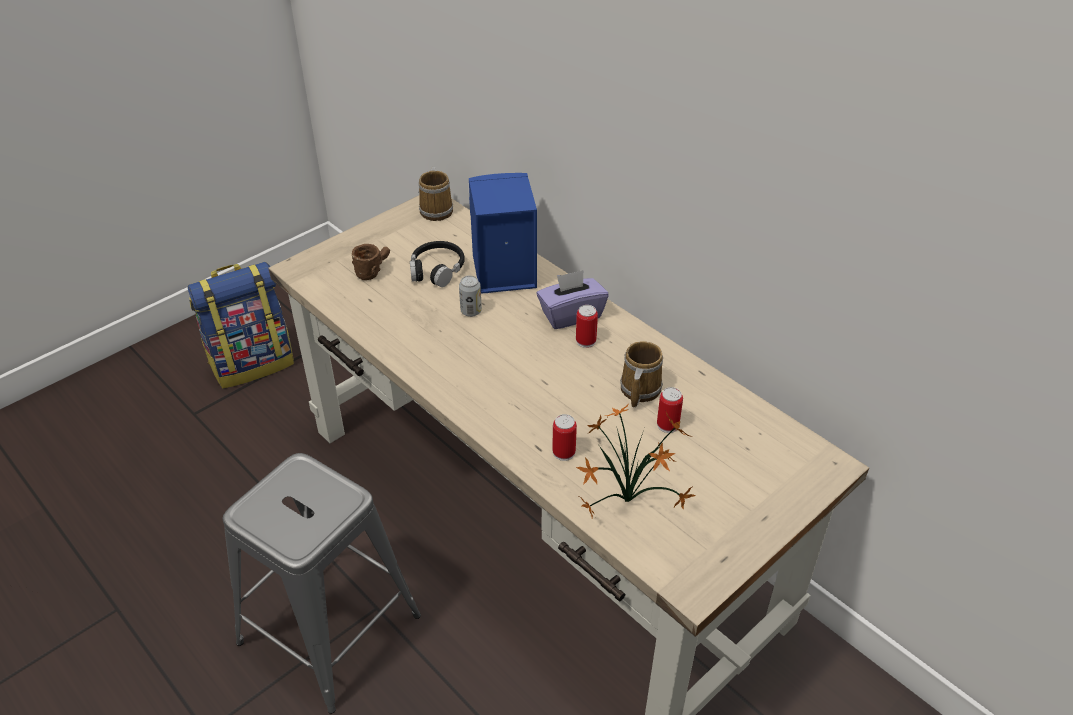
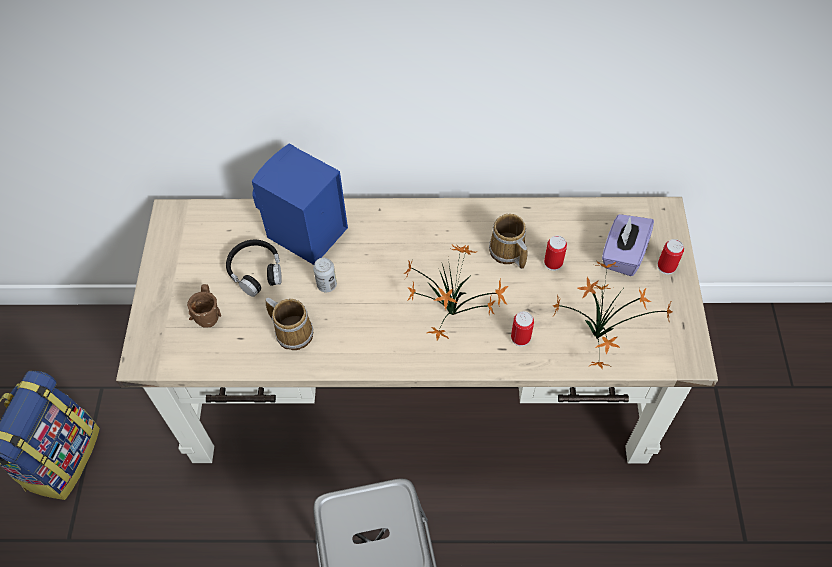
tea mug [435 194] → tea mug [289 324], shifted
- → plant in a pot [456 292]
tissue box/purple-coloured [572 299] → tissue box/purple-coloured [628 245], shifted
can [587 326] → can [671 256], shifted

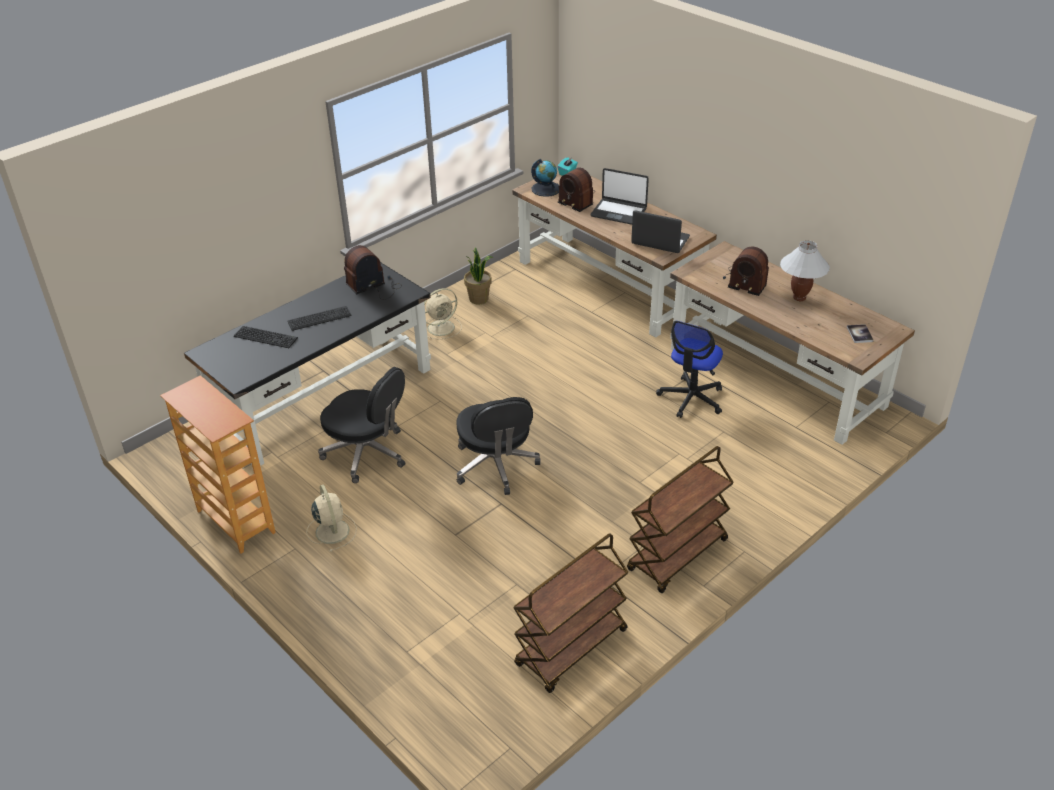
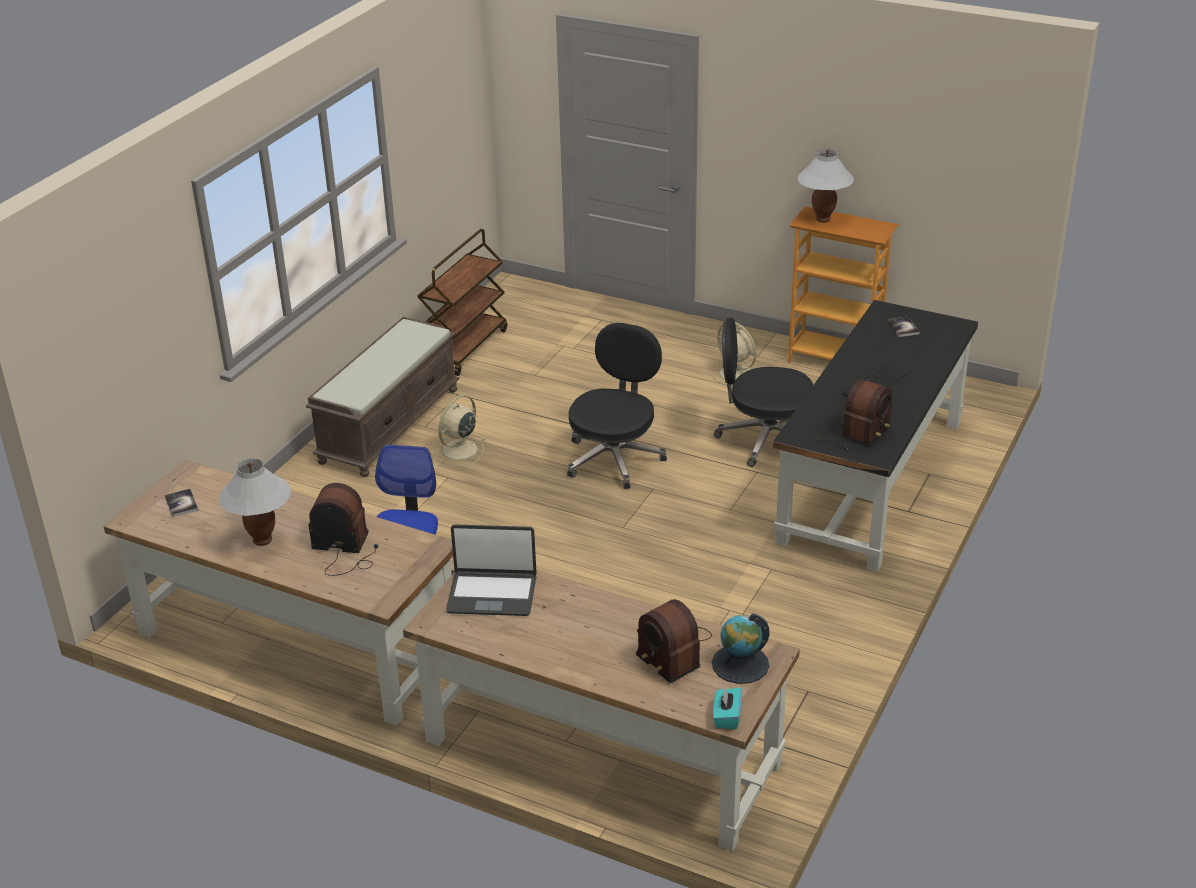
trolley/brownish [680 519] → indoor bench/brownish [383 397]
electric fan/beige [443 314] → electric fan/beige [459 430], shifted
computer chair/blackish [499 446] → computer chair/blackish [617 406], 60 degrees clockwise
radio [576 189] → radio [674 641], 150 degrees counterclockwise
- → tabletop lamp/whitish [825 186]
- → bound book [903 327]
PC keyboard [266 337] → -
plant in a pot [478 275] → -
laptop [619 196] → -

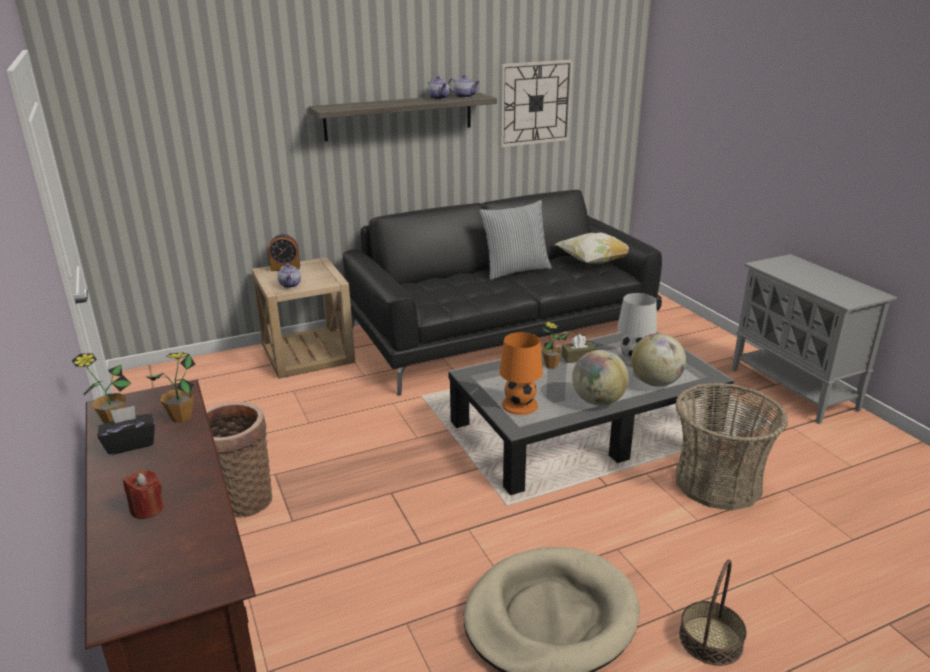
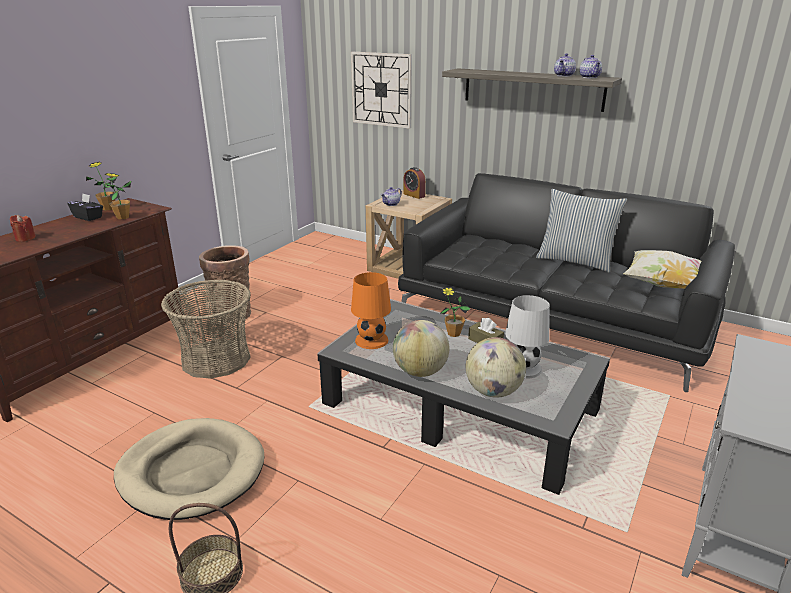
household basket [731 446] → household basket [206 329], shifted
wall clock [536 103] → wall clock [381 90], shifted

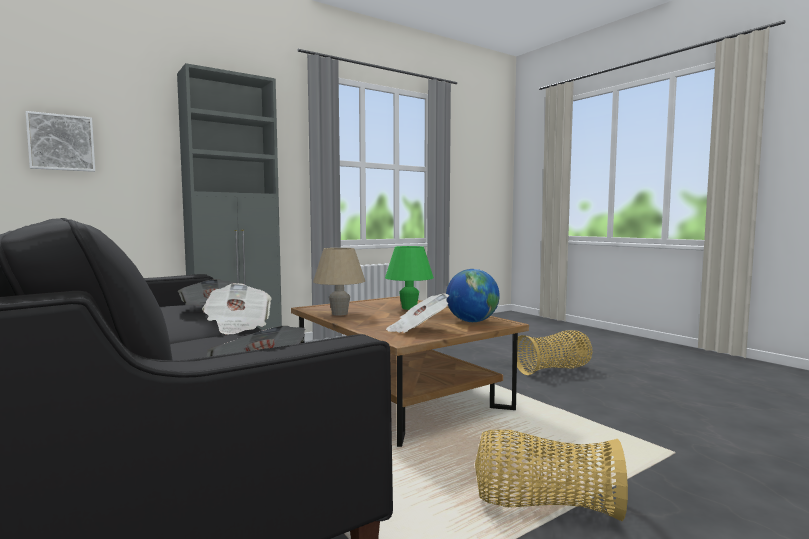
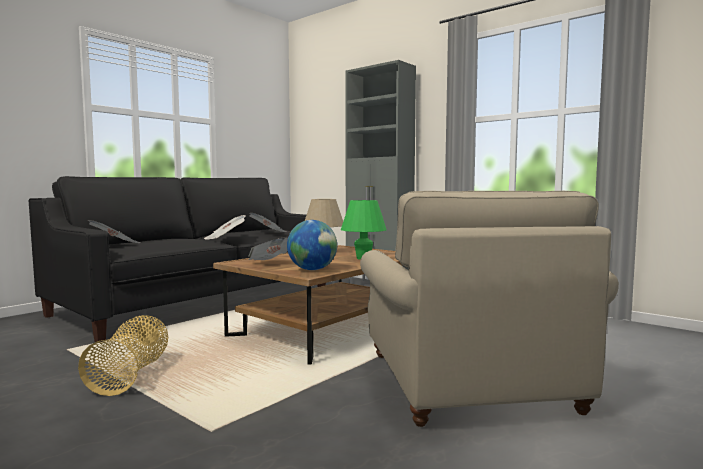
household basket [554 352] → lounge chair/beige [489 309]
wall art [60 141] → -

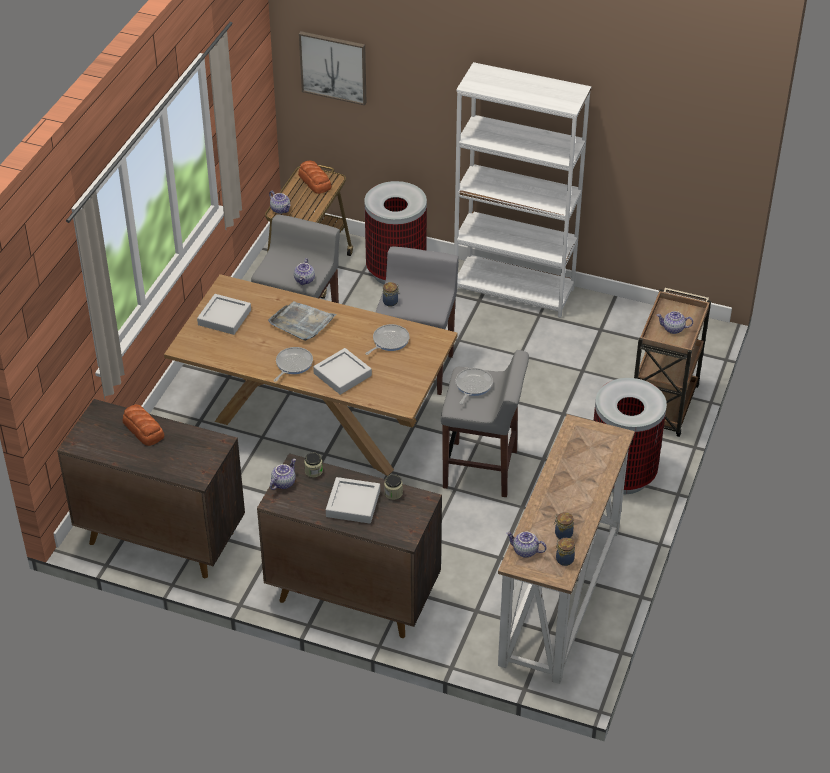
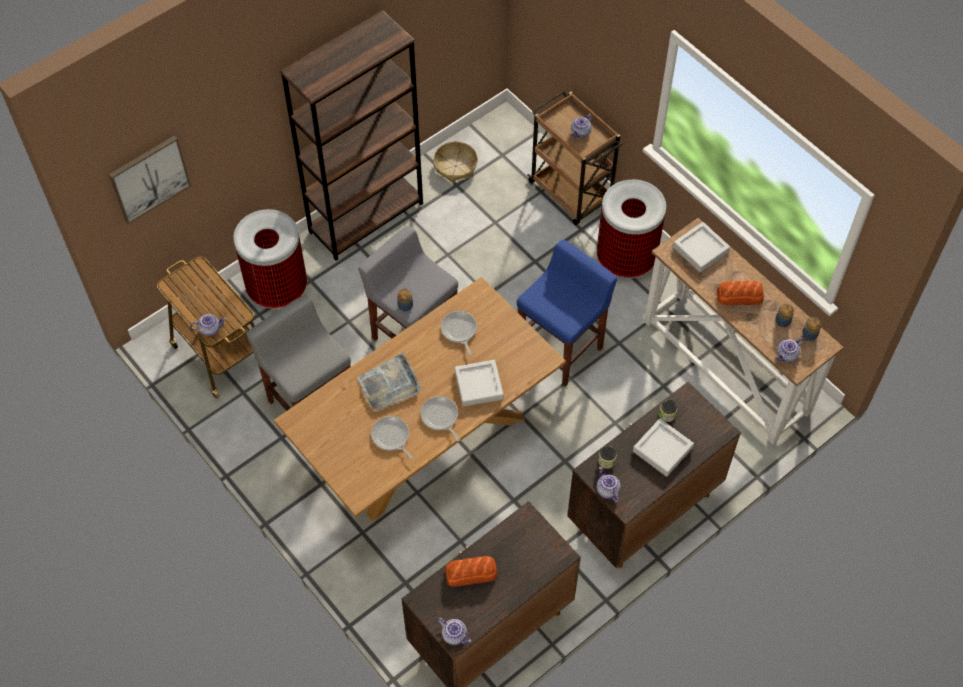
bookcase/whitish [522 190] → bookcase/brownish [351 135]
pan [474 386] → pan [392 438], shifted
- → household basket [455 161]
pot for tea [304 271] → pot for tea [454 631], shifted
sitting stool/gray [485 423] → sitting stool/blue-coloured [567 313]
serving tray/gray [224 314] → serving tray/gray [701 247], shifted
bread [315 177] → bread [740 293], shifted

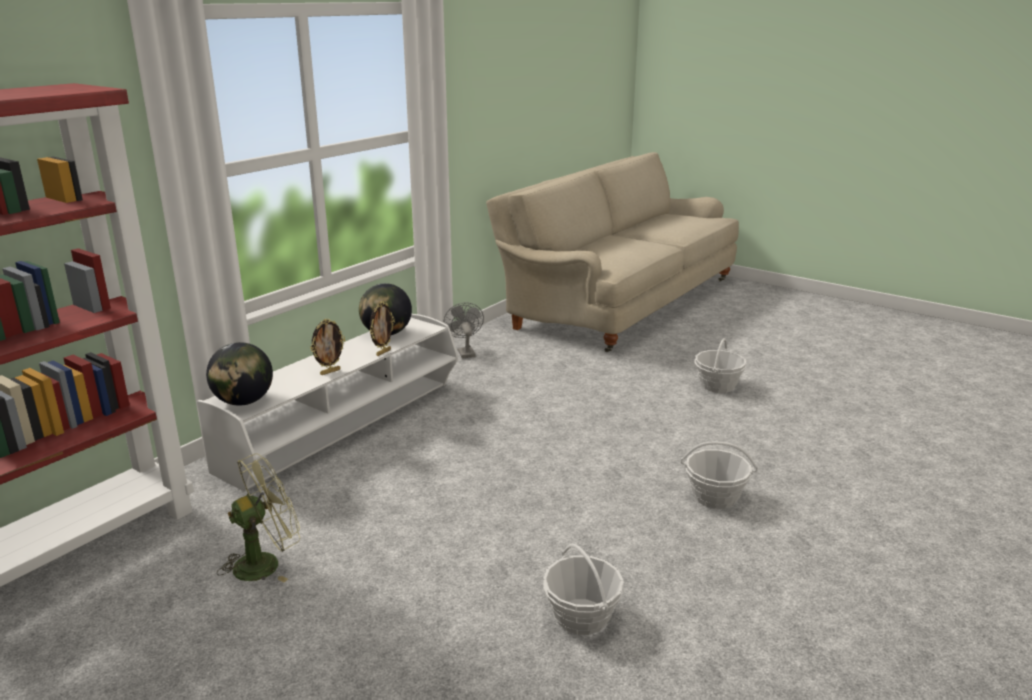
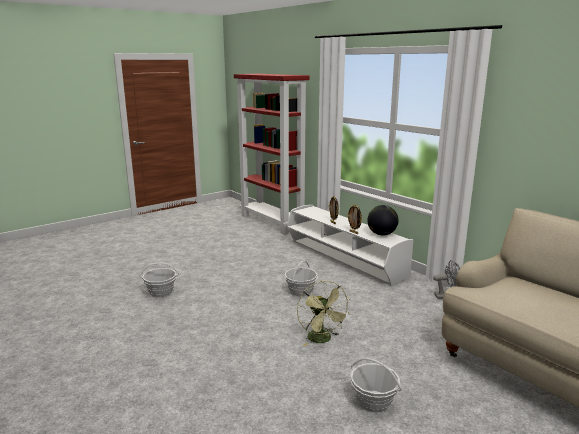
household basket [719 475] → household basket [301 278], shifted
electric fan/green-coloured [258 517] → electric fan/green-coloured [324 313], shifted
globe [239 374] → -

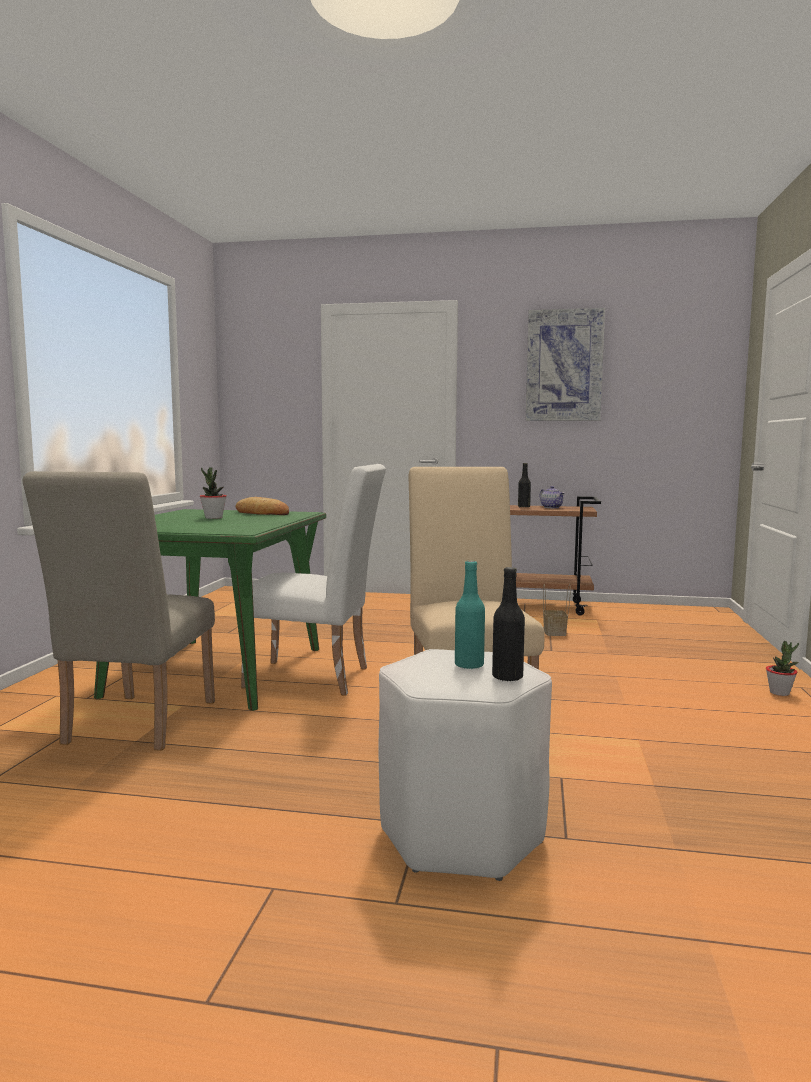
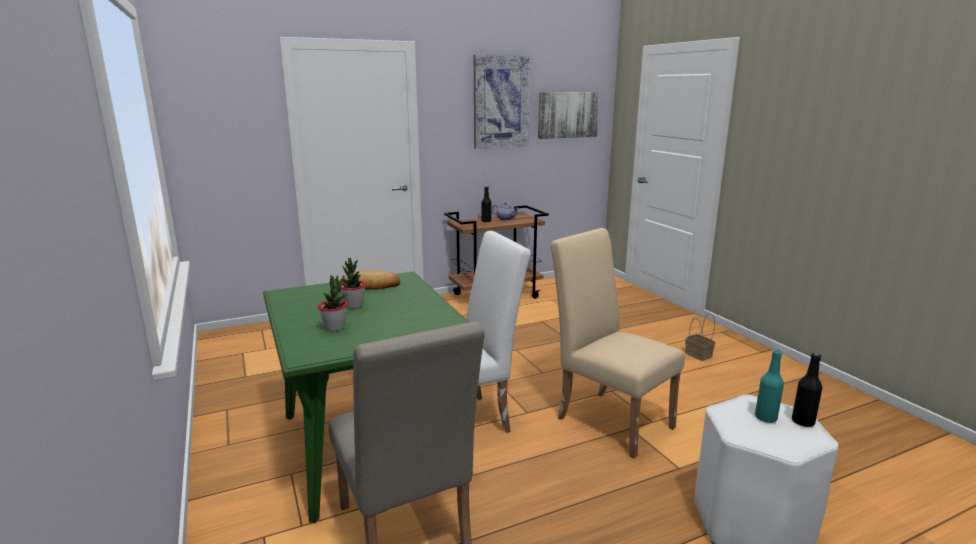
plant in a pot [782 668] → plant in a pot [333 303], shifted
- → wall art [569 115]
household basket [557 610] → household basket [700 337], shifted

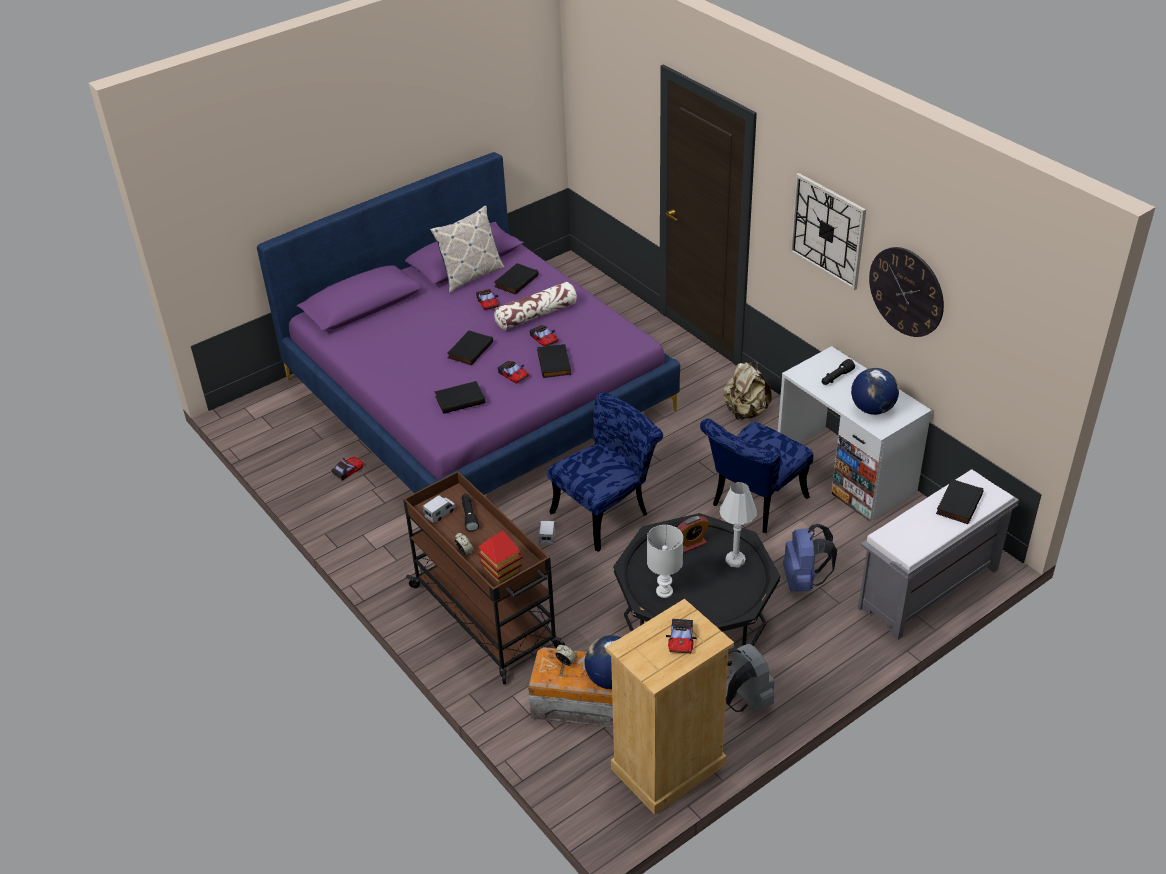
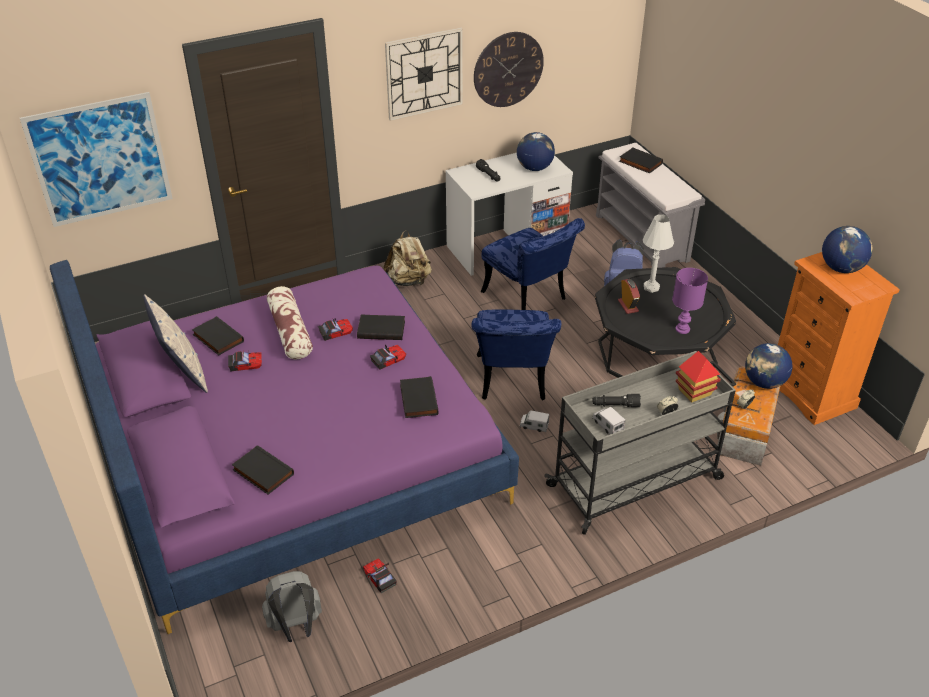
- → wall art [96 159]
bound book/blackish [470 347] → bound book/blackish [263 470], shifted
backpack/gray [750 678] → backpack/gray [292 606], shifted
upright chair/blue-coloured [605 472] → upright chair/blue-coloured [516 354], 150 degrees counterclockwise
trolley/brownish [484 577] → trolley/gray [640 443]
tabletop lamp/whitish [665 561] → tabletop lamp/purple-coloured [690 301]
drawer chest/beige [670 707] → drawer chest/orangey [839 338]
toy car [681 636] → globe [847 249]

